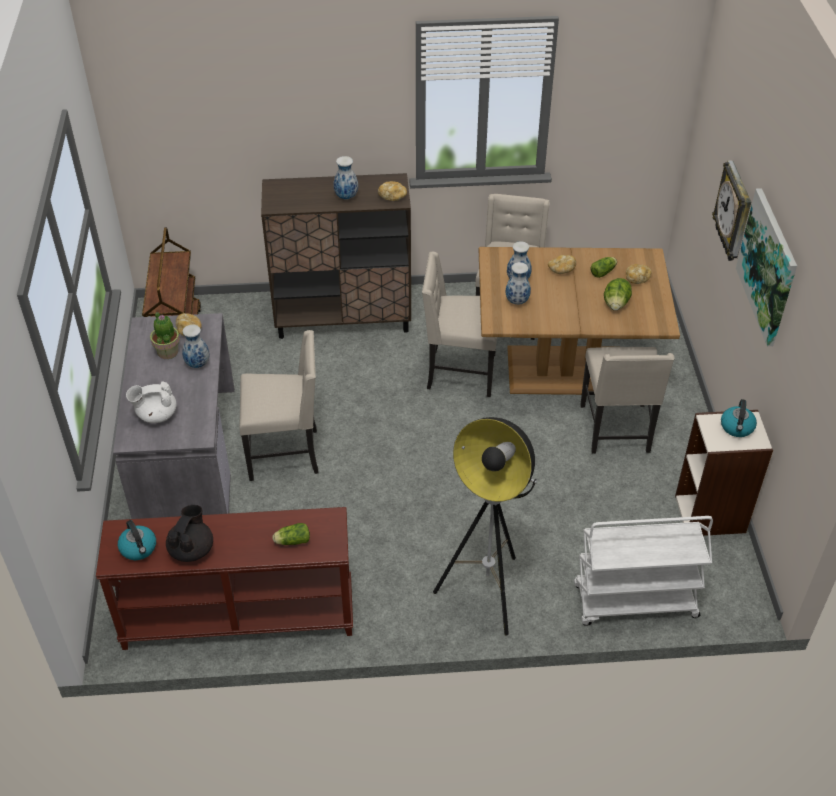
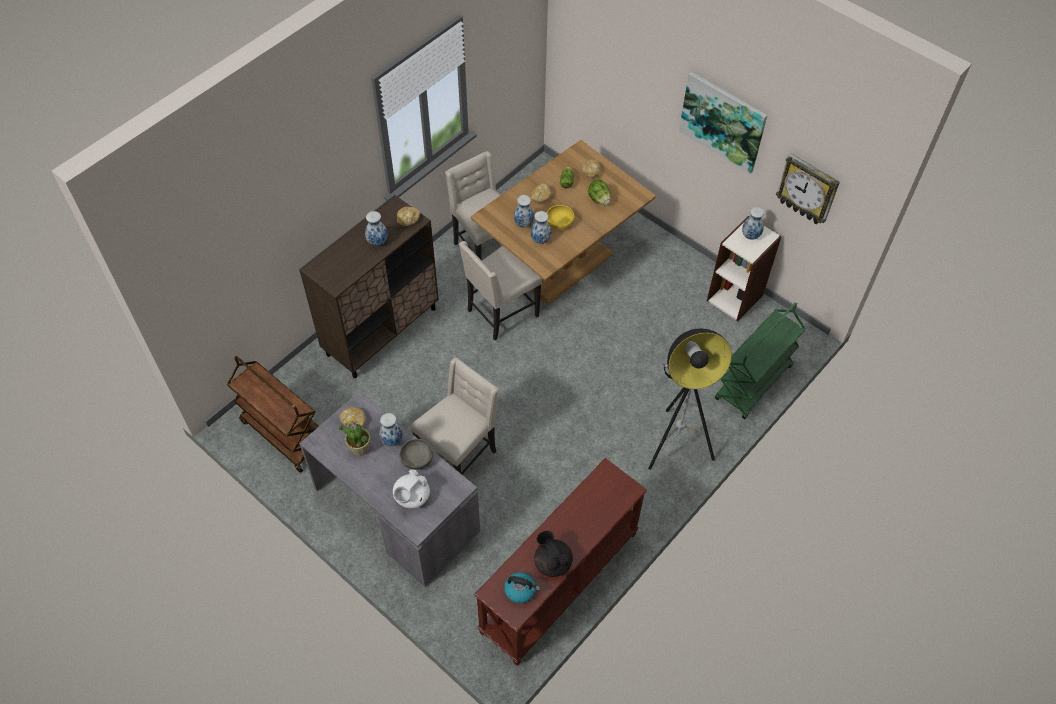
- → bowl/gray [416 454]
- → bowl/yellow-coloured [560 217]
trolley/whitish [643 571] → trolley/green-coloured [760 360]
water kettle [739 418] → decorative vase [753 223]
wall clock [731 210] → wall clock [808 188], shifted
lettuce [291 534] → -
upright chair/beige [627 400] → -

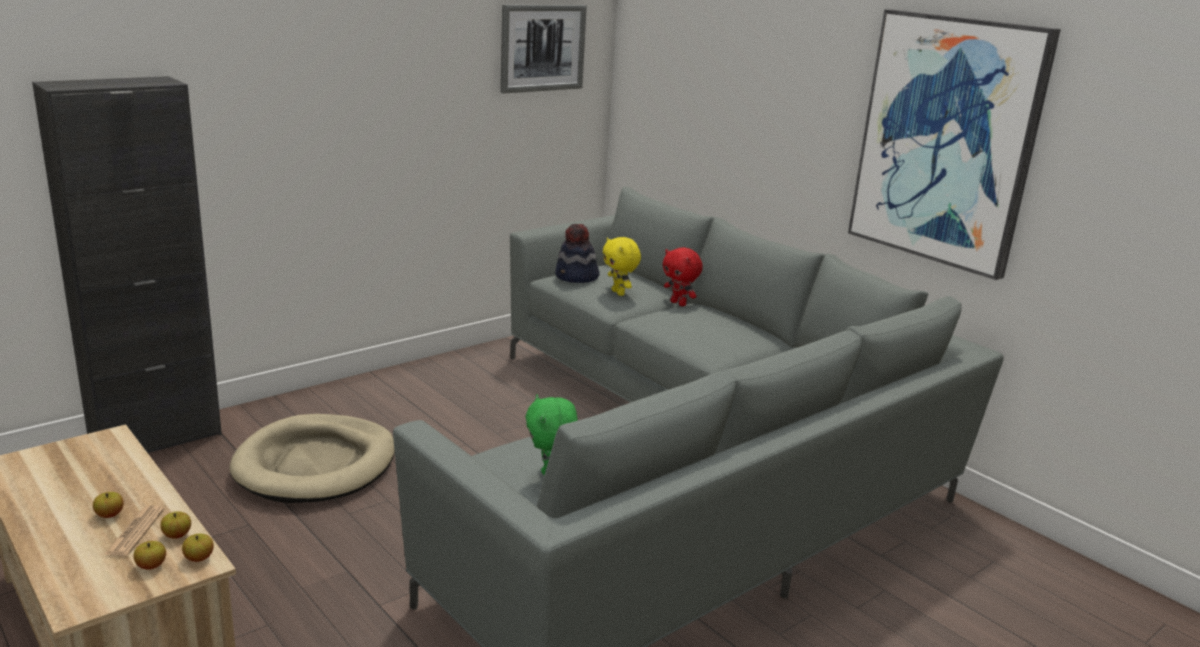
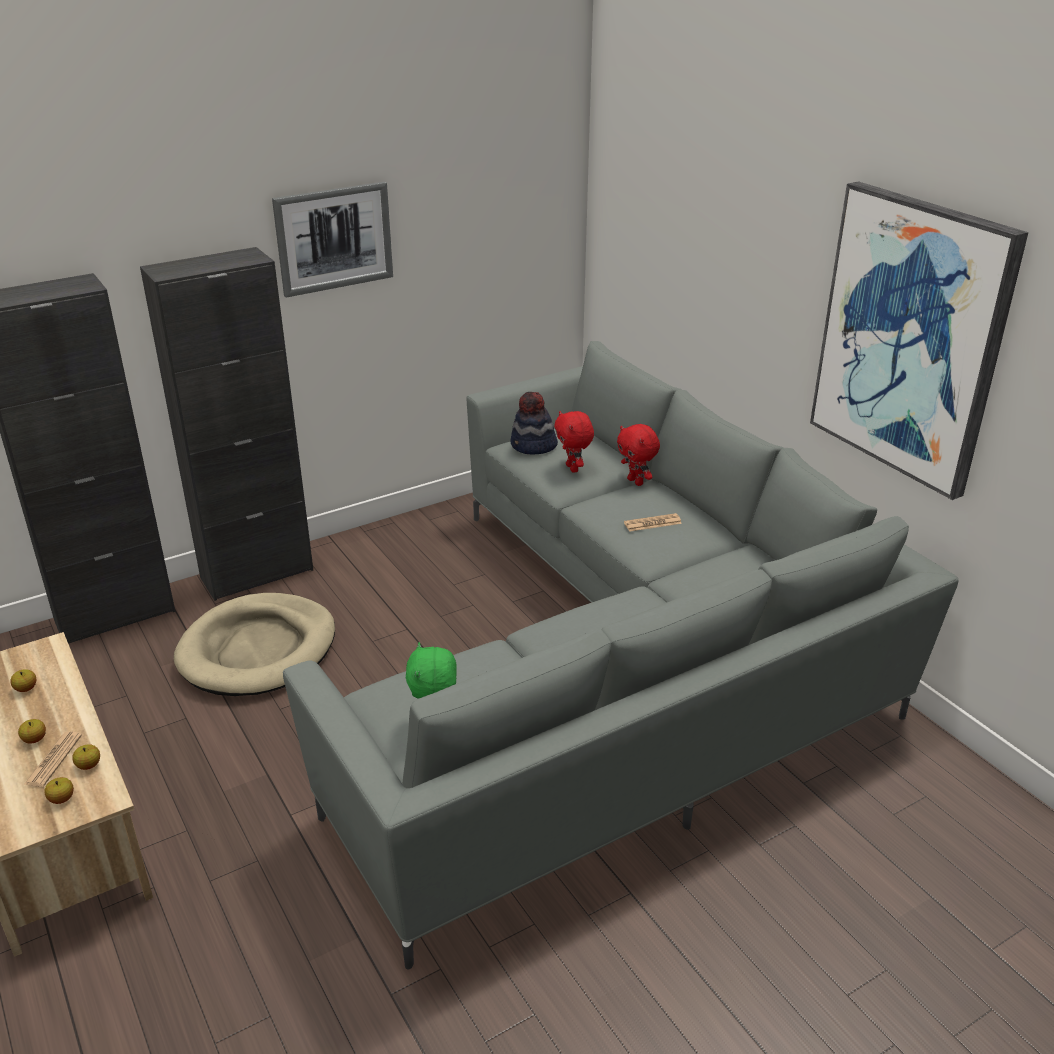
apple [198 548] → apple [23 680], shifted
- → storage cabinet/blackish [226 424]
wall art [543 49] → wall art [332 239], shifted
soft toy/yellow-coloured [622 266] → soft toy/red-coloured [574 442]
- → newspaper [653 522]

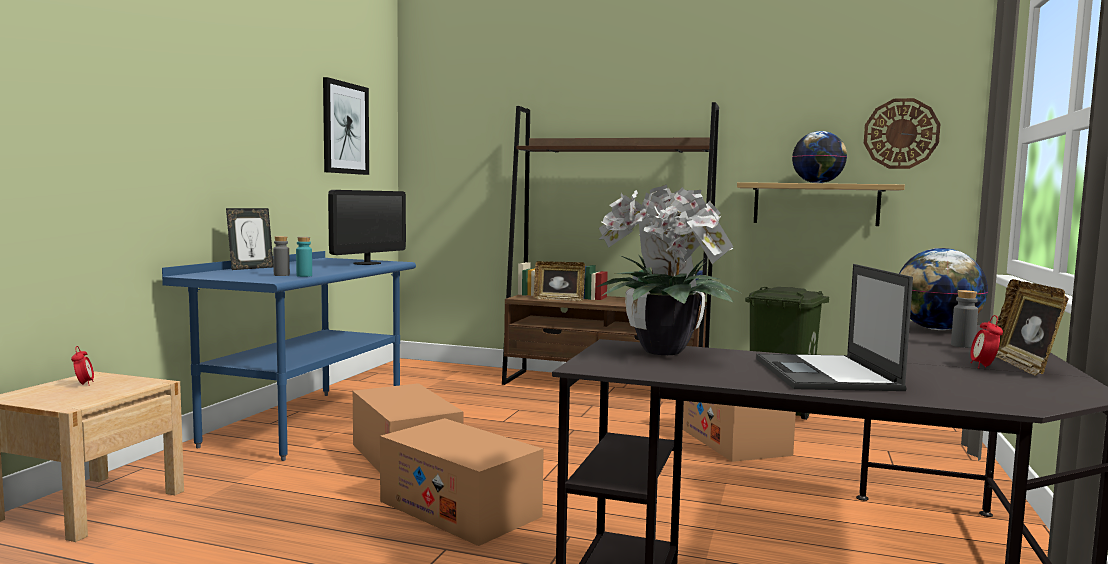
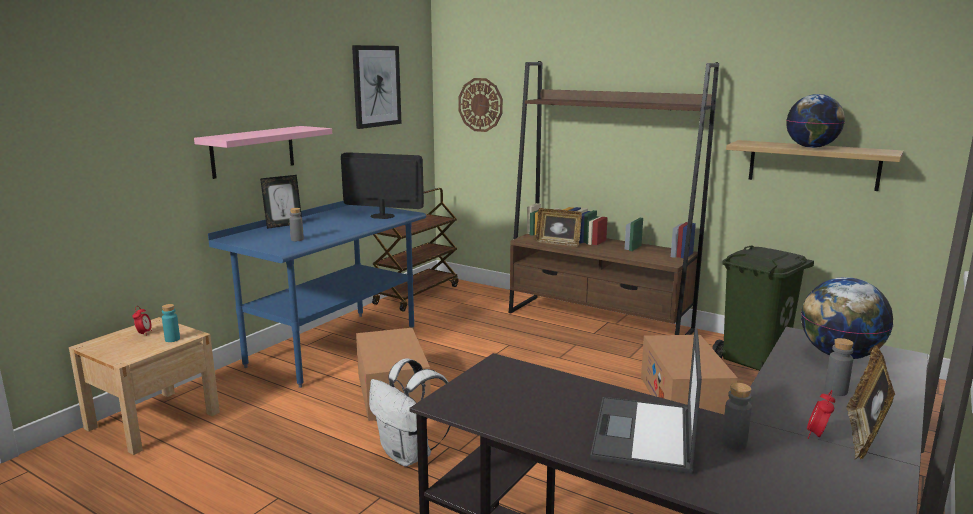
beverage bottle/turquoise-coloured [304 257] → beverage bottle/turquoise-coloured [171 323], shifted
- → wall shelf/pink [263 152]
computer display [367 227] → computer display [382 185], 120 degrees counterclockwise
carton [462 482] → backpack/whitish [410 413]
- → trolley/brownish [415 250]
wall clock [902 133] → wall clock [480 105], shifted
- → beverage bottle/gray [737 416]
plant in a pot [669 269] → -

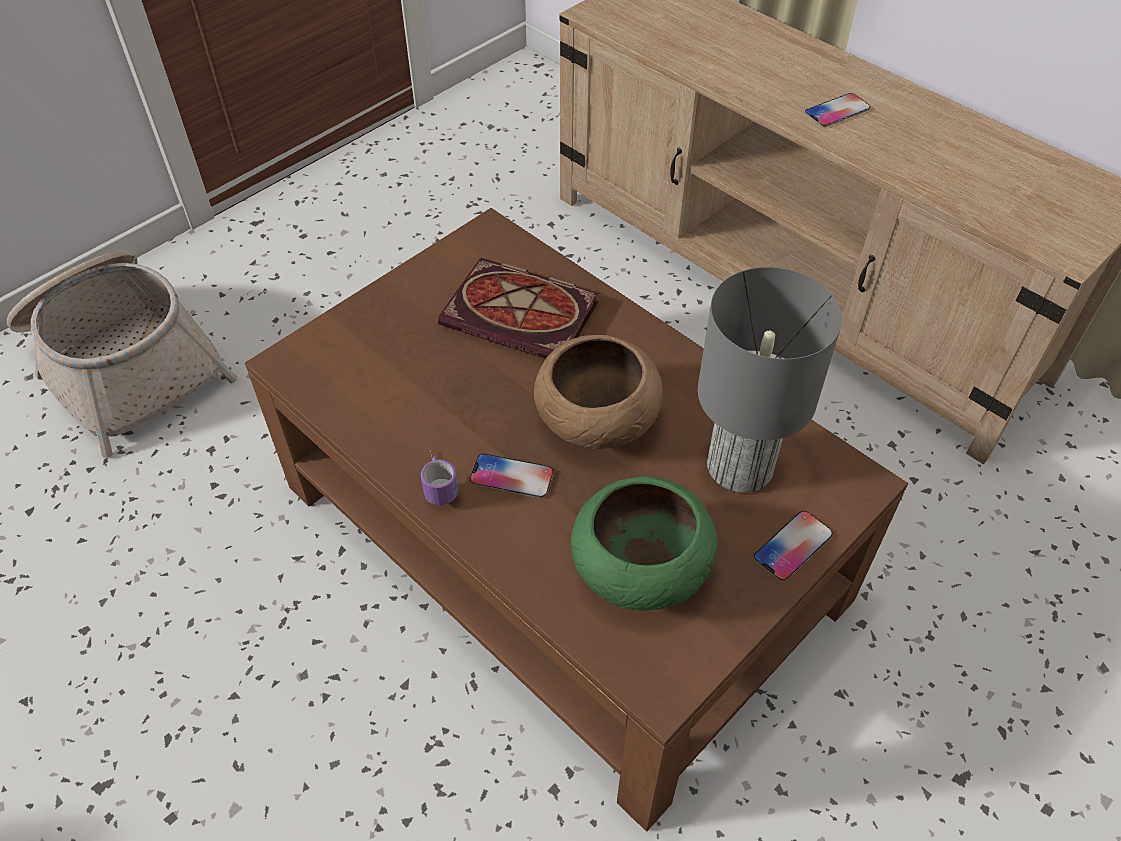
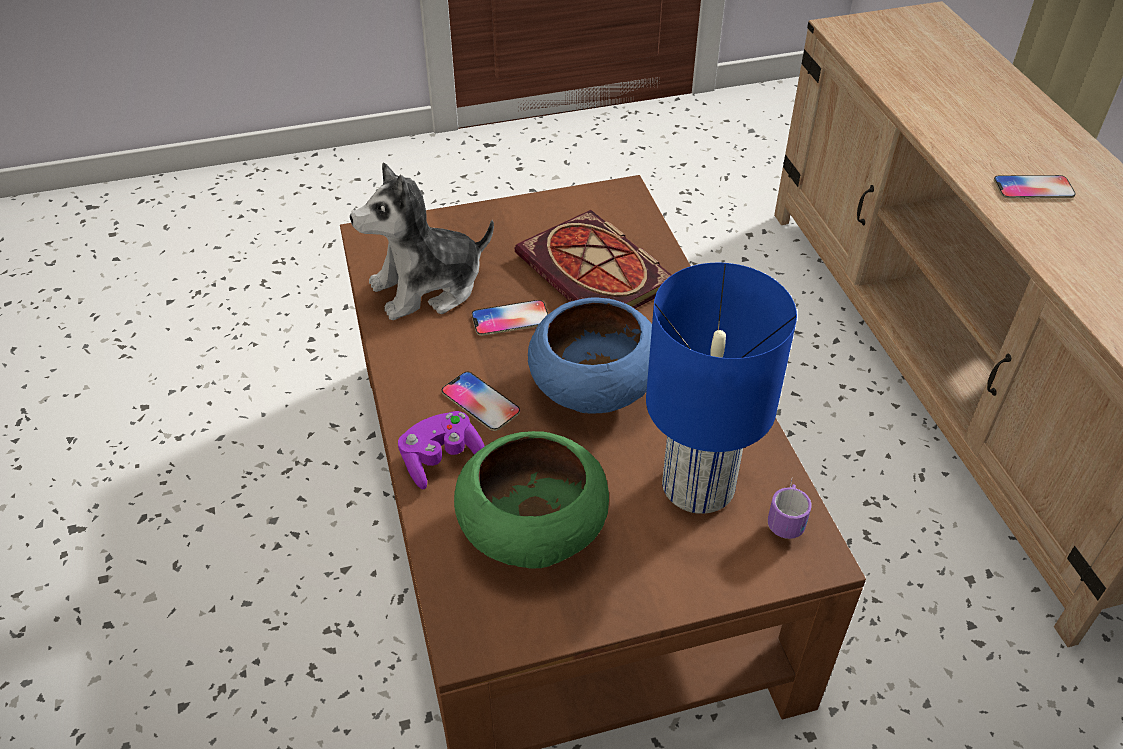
- → soft toy [422 241]
- → joypad/purple-coloured [441 450]
telephone [793 546] → telephone [510 318], shifted
bowl/brownish [598 392] → bowl/blue-coloured [590 355]
tabletop lamp/gray [770 380] → tabletop lamp/blue-coloured [721 388]
tea mug [439 477] → tea mug [790 509], shifted
household basket [122 354] → -

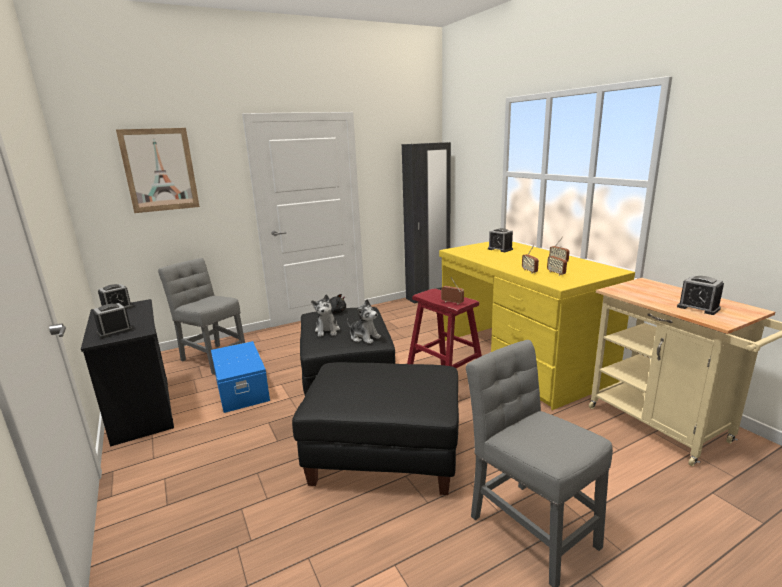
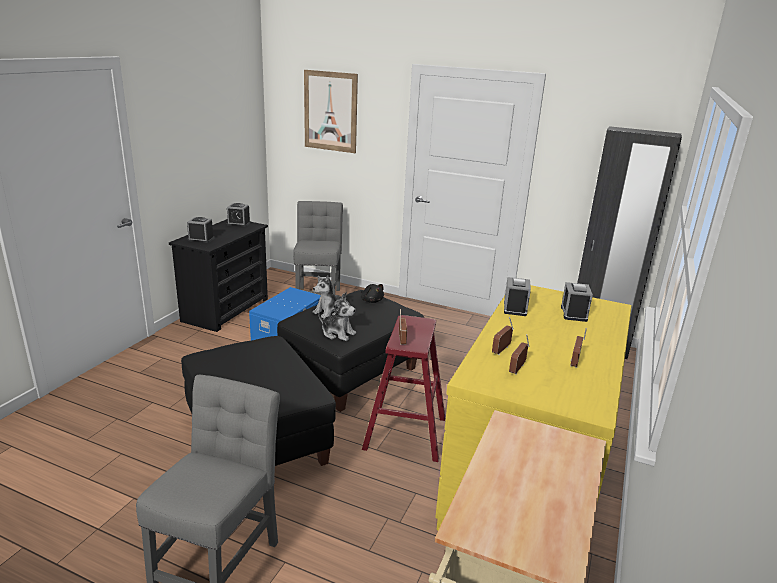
soft toy [364 321] → soft toy [337 317], 60 degrees counterclockwise
bedside clock [700 295] → bedside clock [517 296], shifted

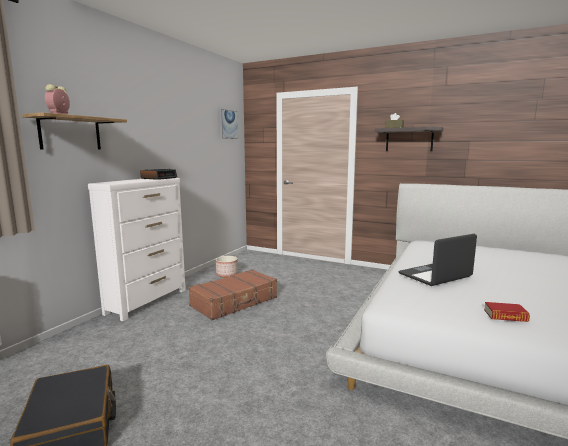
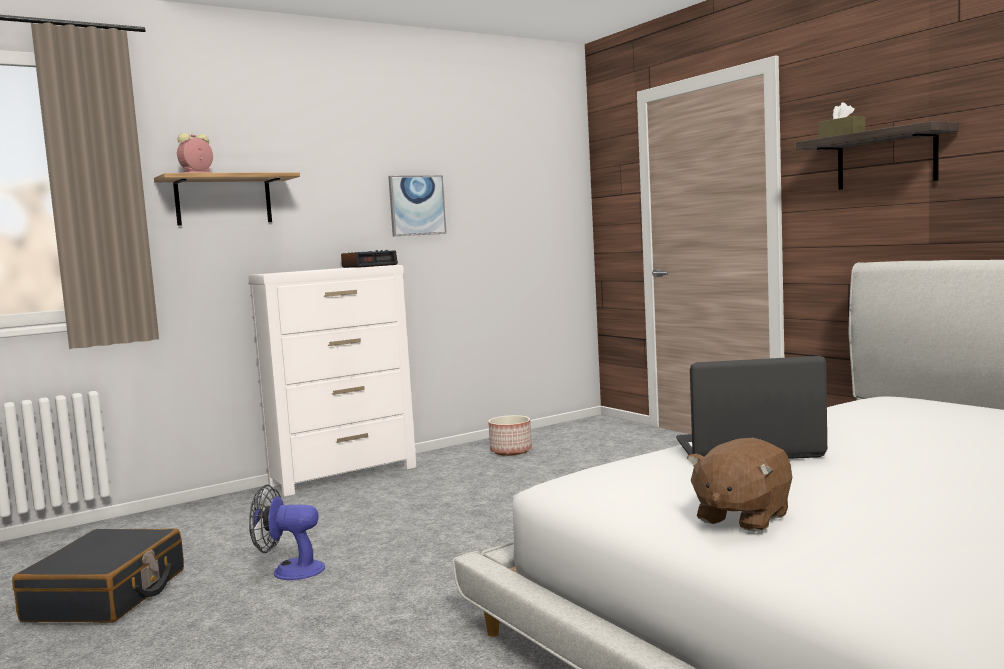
- → electric fan [287 532]
wall art [229 124] → wall art [417 205], shifted
bound book [507 312] → soft toy/brownish [739 485]
piece of luggage/brownish [232 294] → -

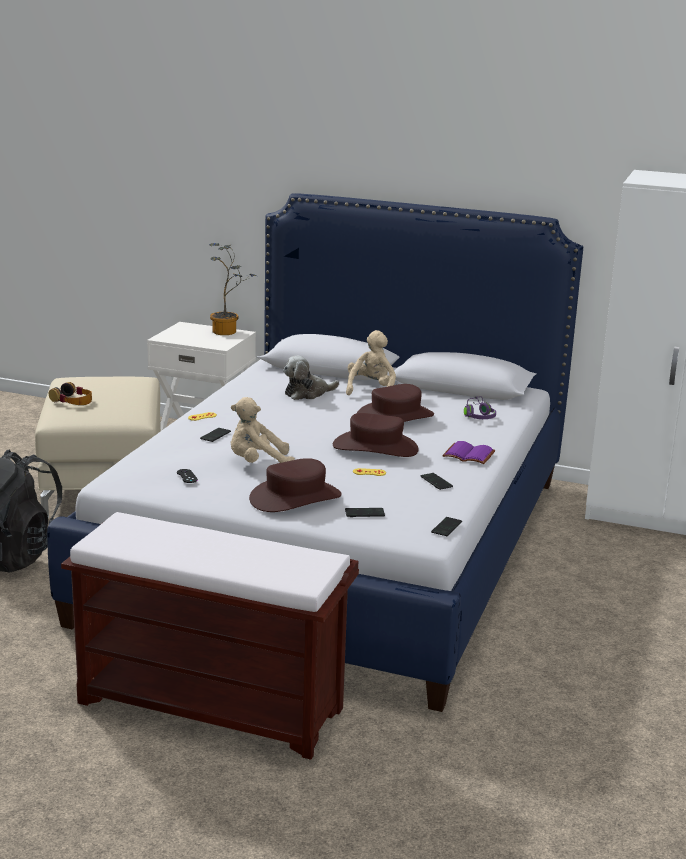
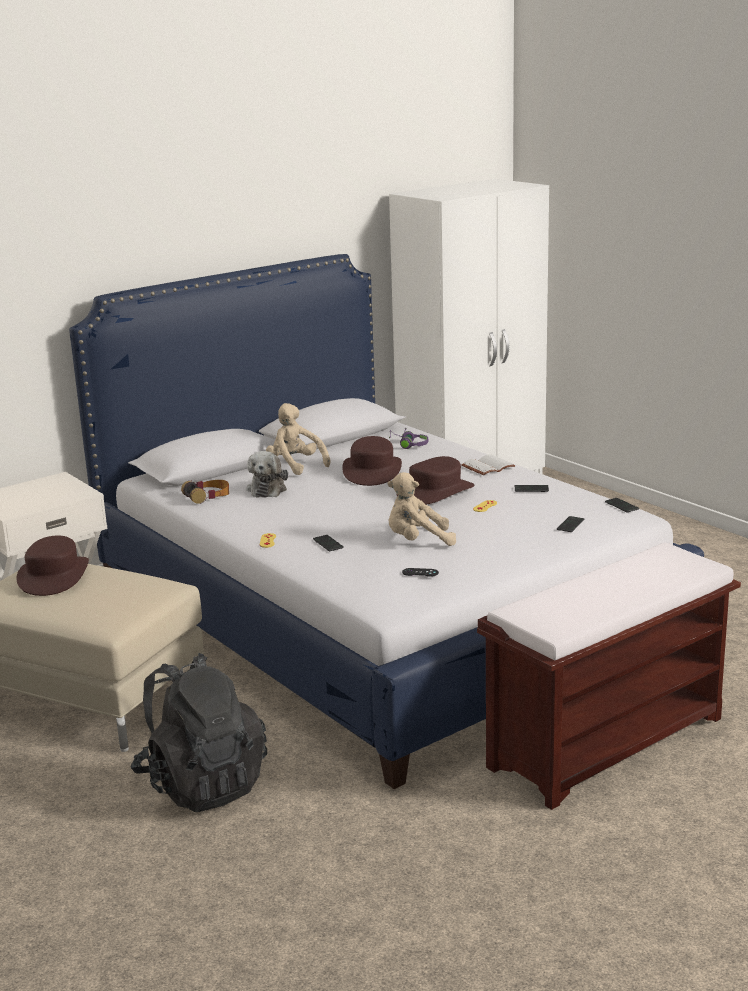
wearable hat/brownish [295 485] → wearable hat/brownish [53 566], shifted
pair of headphones [70 393] → pair of headphones [205 492], shifted
soft toy/beige [263 430] → soft toy/beige [421 509], 60 degrees clockwise
bound book/purple-coloured [468 452] → bound book/whitish [488 465]
plant in a pot [232 289] → -

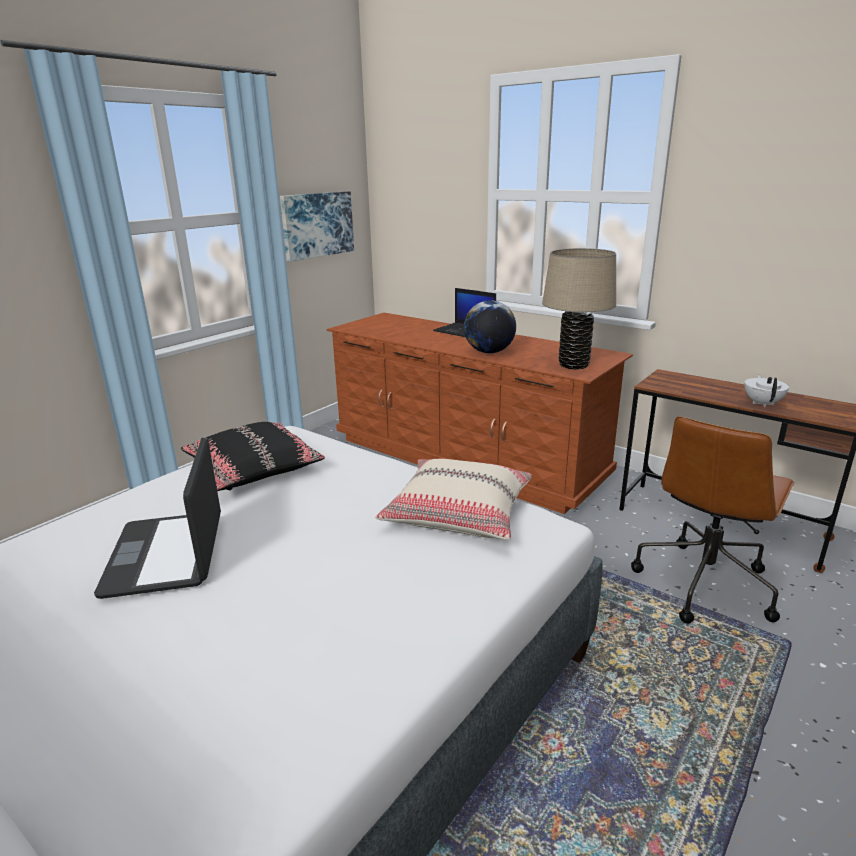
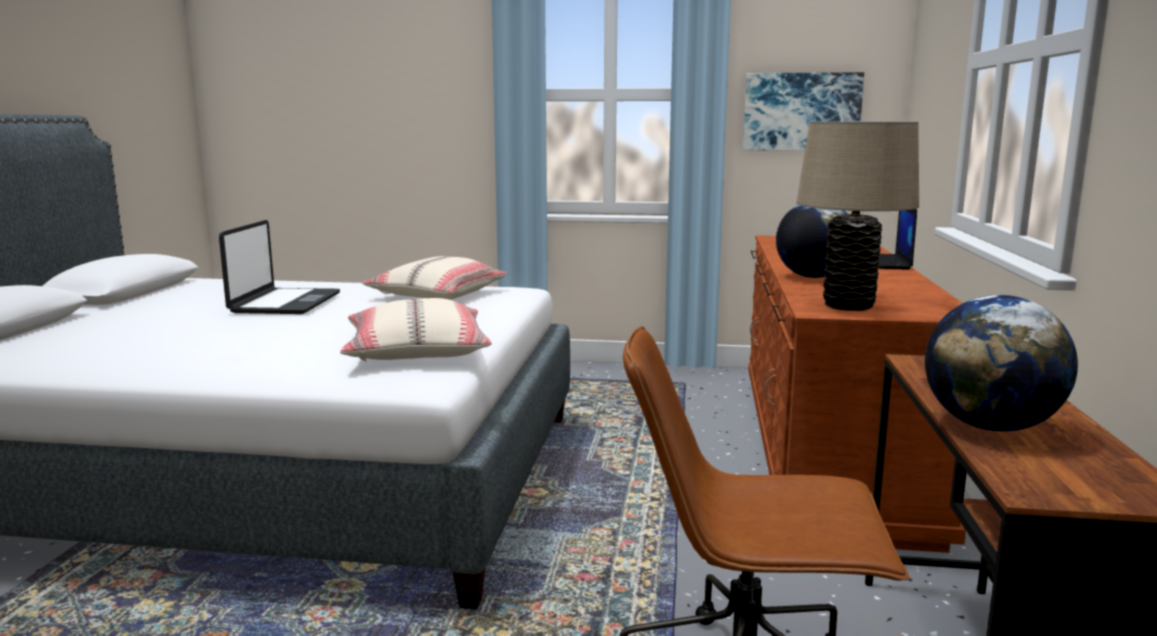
laptop [157 518] → laptop [279 267], 135 degrees clockwise
pillow/blackish [253 456] → pillow/beige [434 278]
pot for tea/whitish [766 391] → globe [1001 363]

